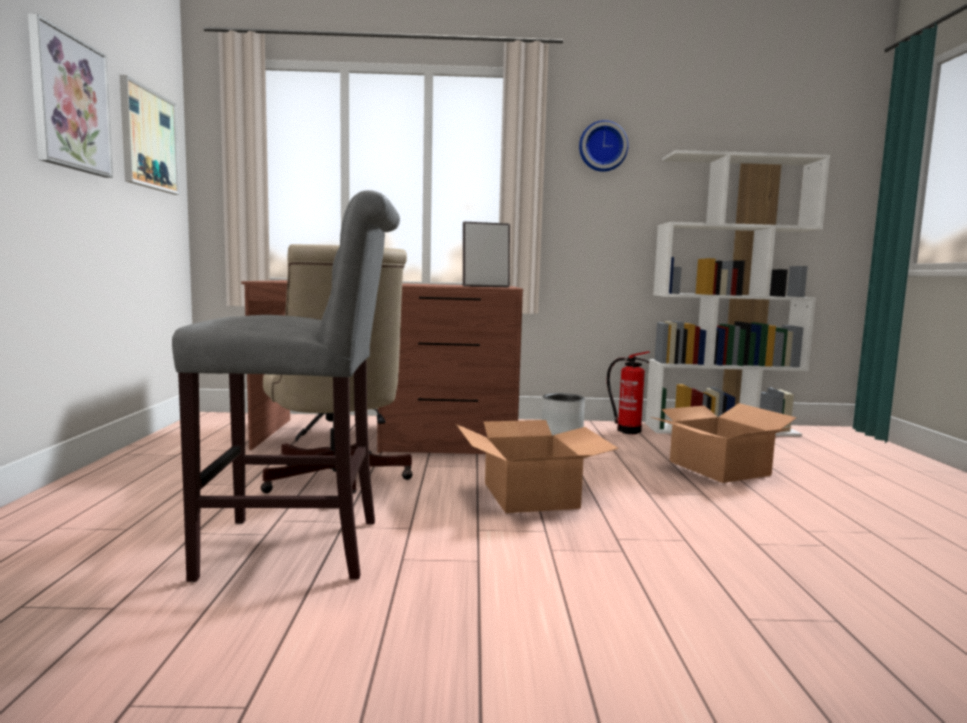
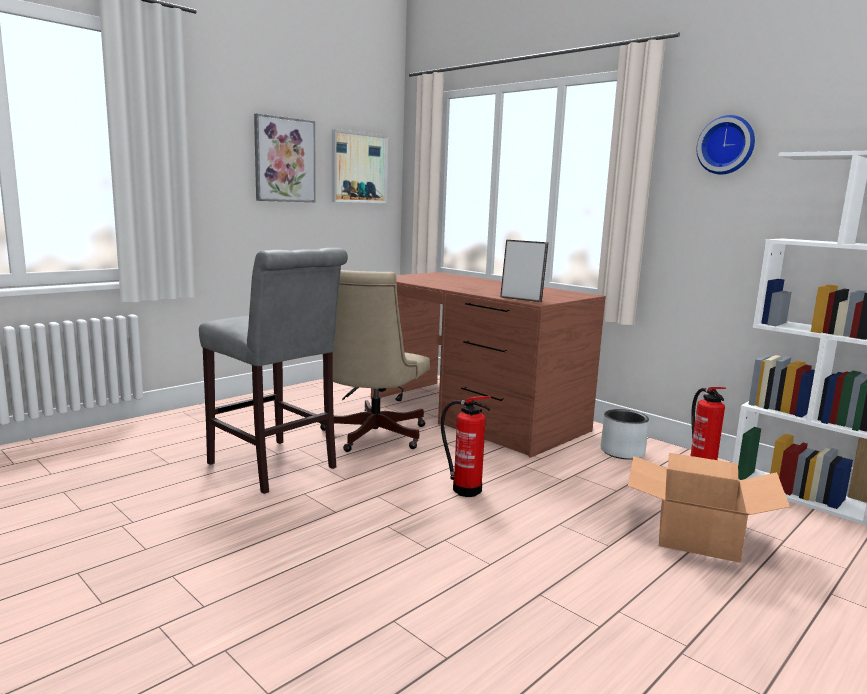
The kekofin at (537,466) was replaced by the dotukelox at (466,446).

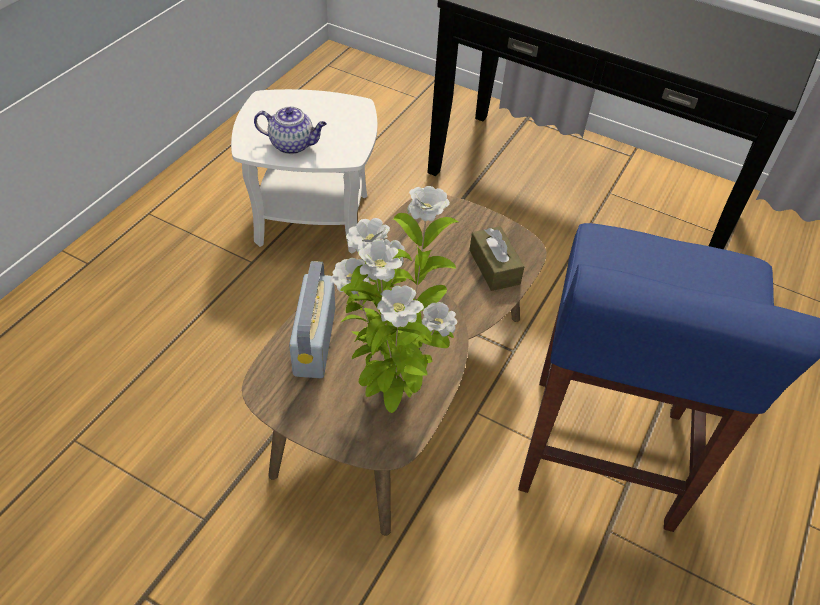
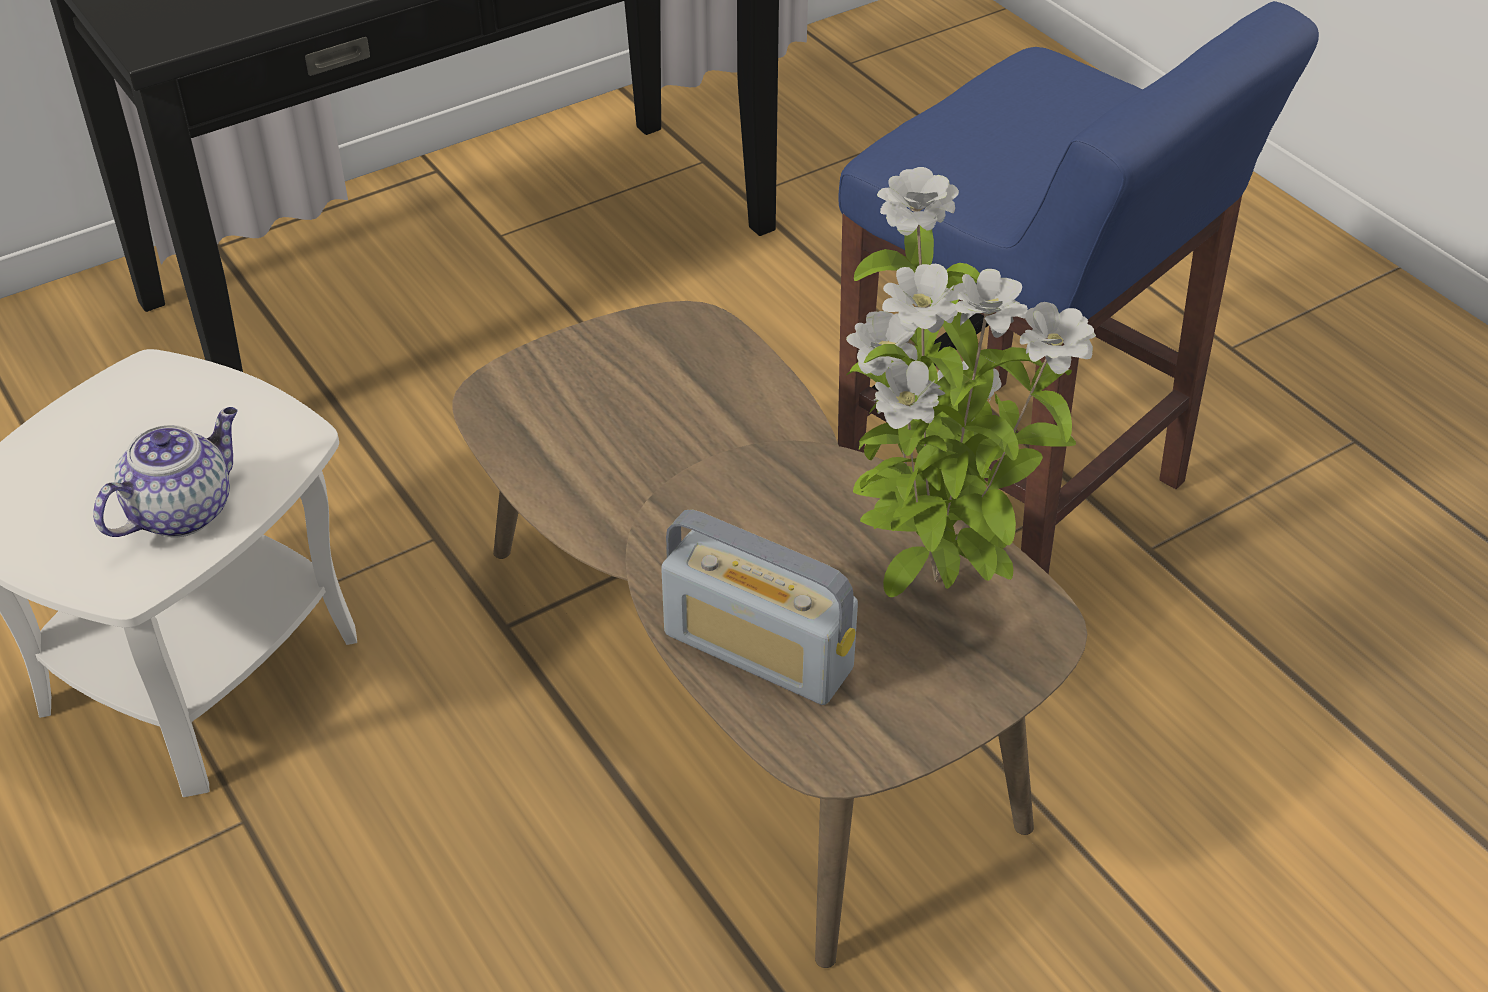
The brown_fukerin at (497,258) disappeared.

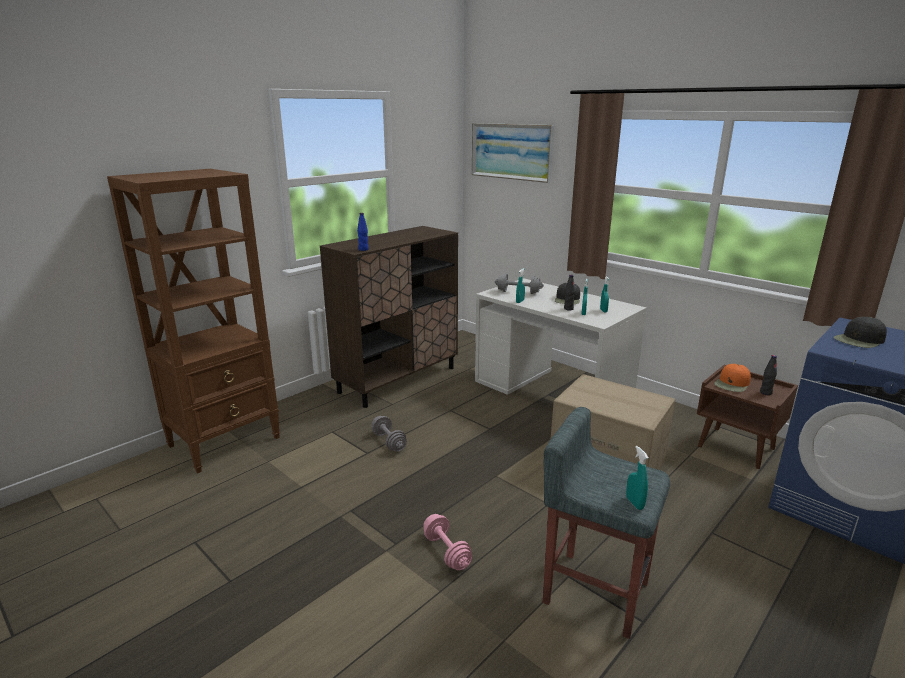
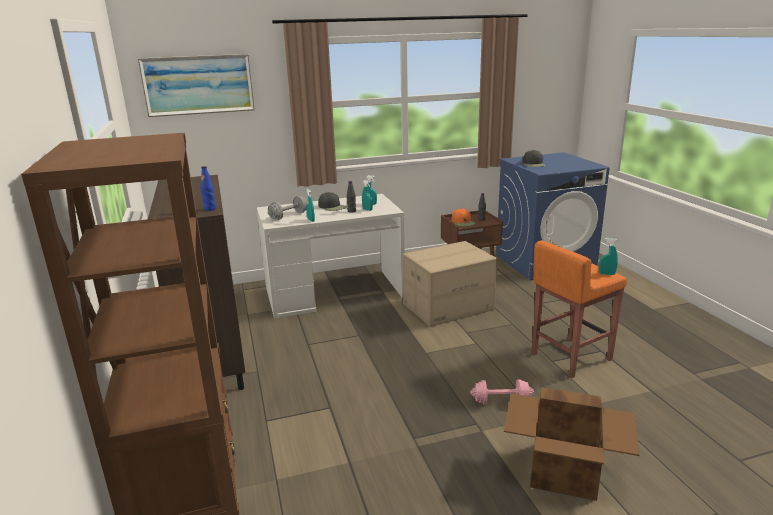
The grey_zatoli at (389,434) disappeared.
The kekofin at (572,444) appeared.
The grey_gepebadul at (606,523) became the orange_gepebadul at (579,309).

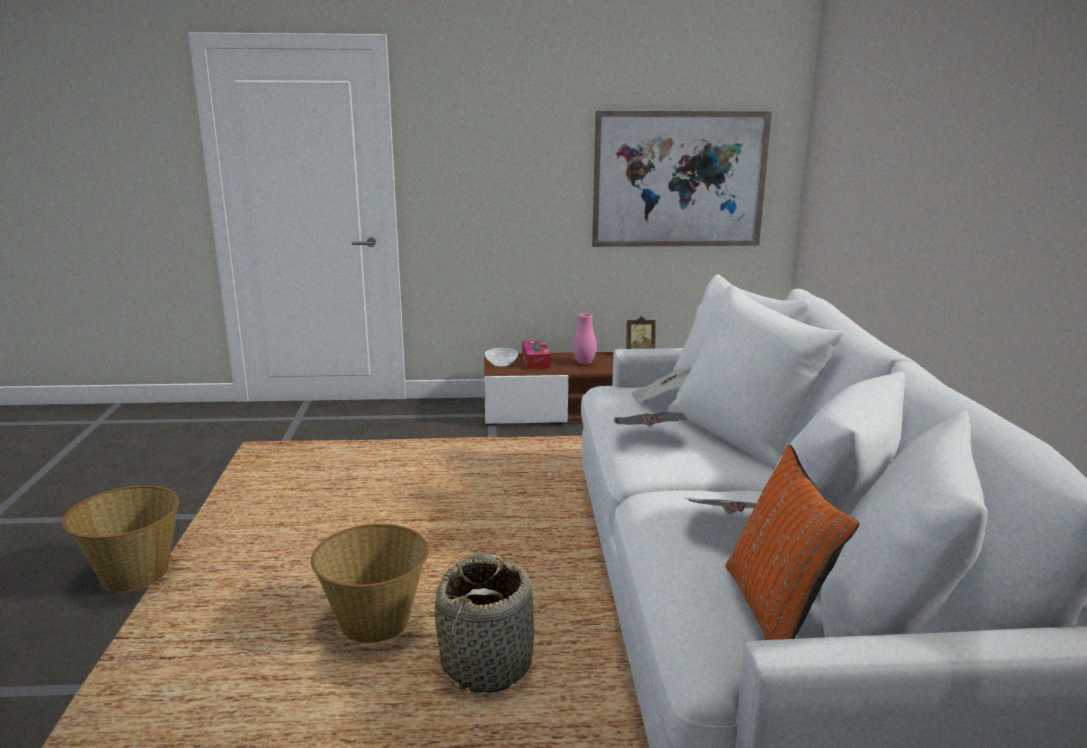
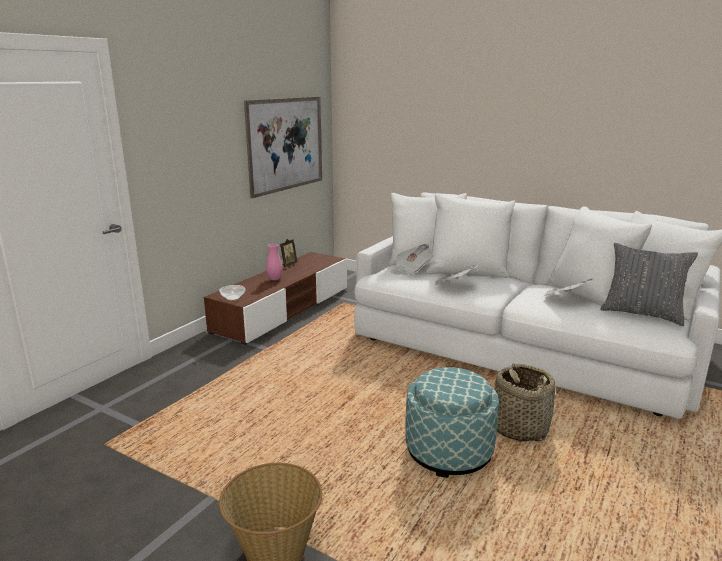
The fukerin at (536,355) disappeared.
The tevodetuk at (370,583) was replaced by the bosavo at (452,422).
The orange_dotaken at (792,542) became the grey_dotaken at (649,284).

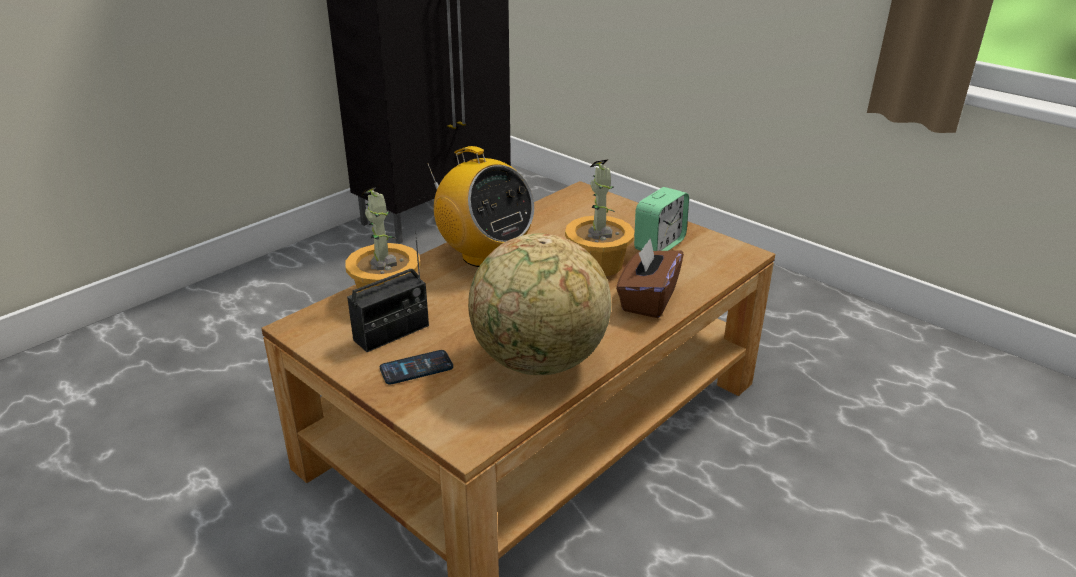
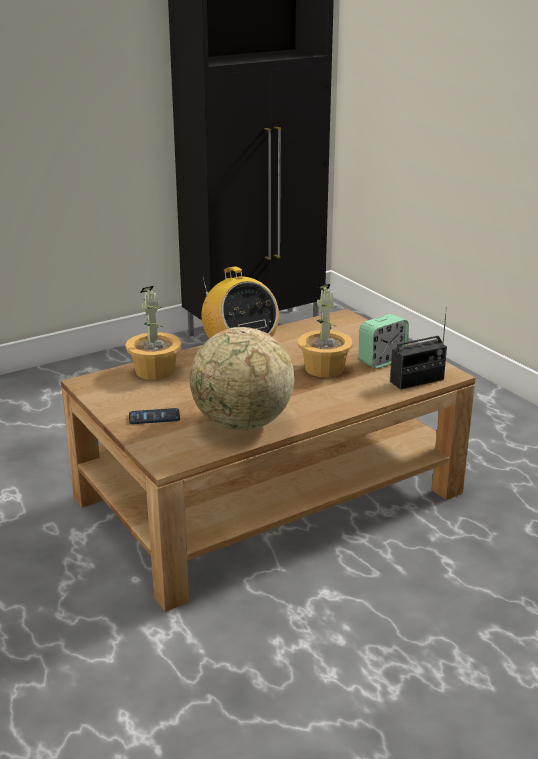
The brown_fukerin at (650,278) disappeared.
The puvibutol moved from (388,291) to (418,348).

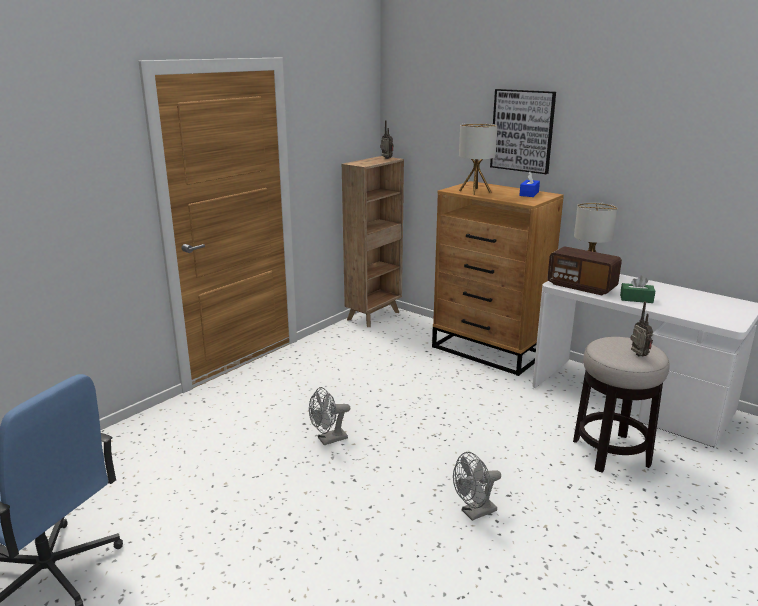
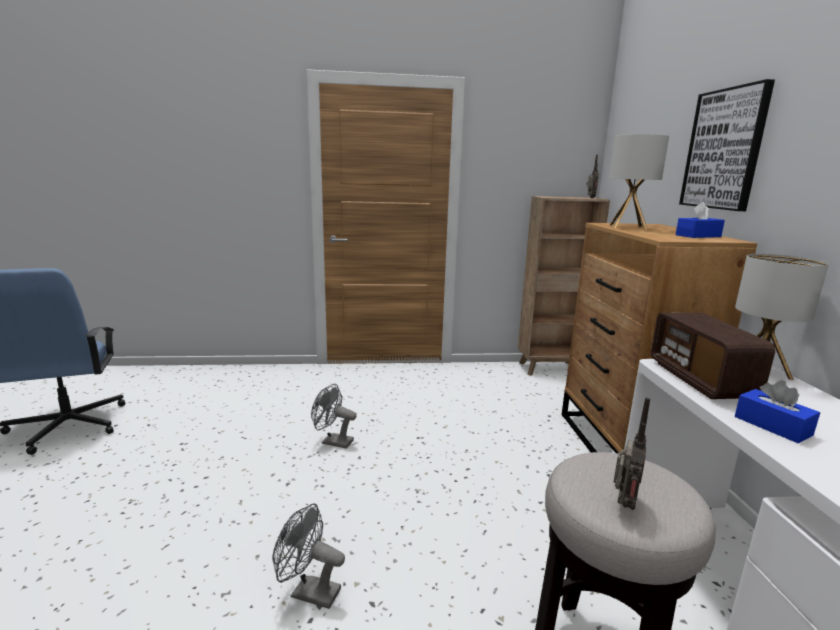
The green_fukerin at (637,289) became the blue_fukerin at (777,411).

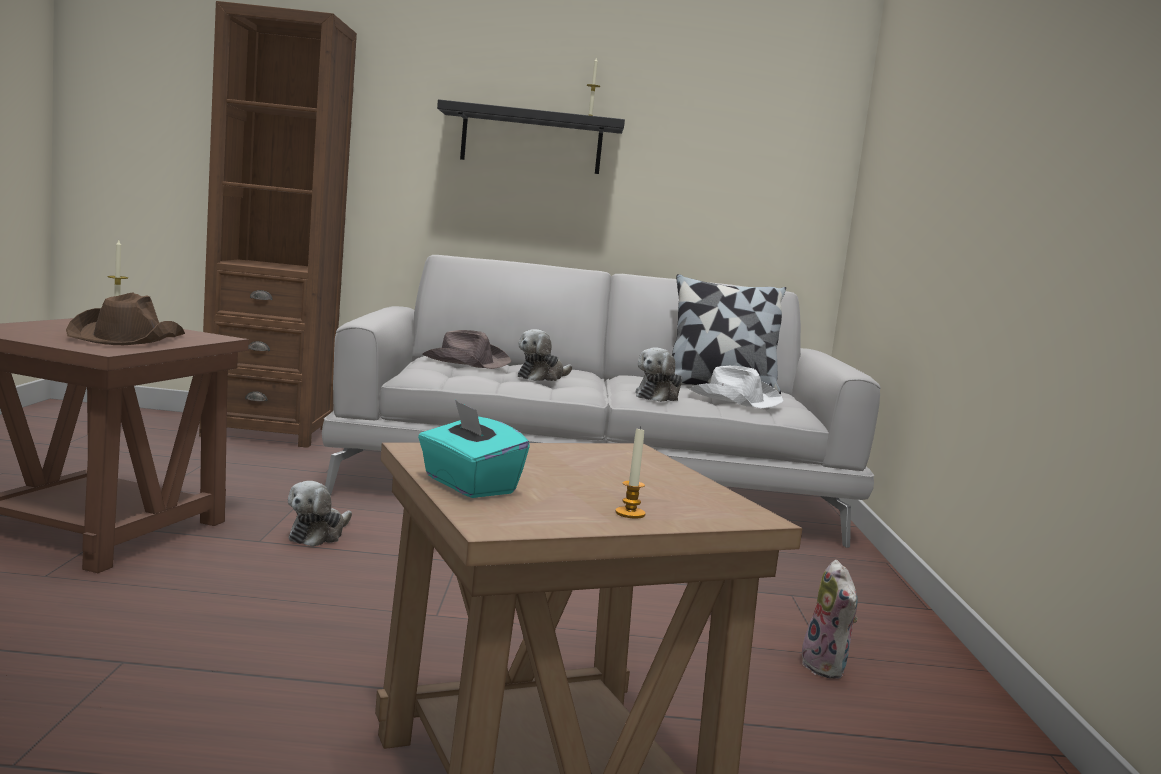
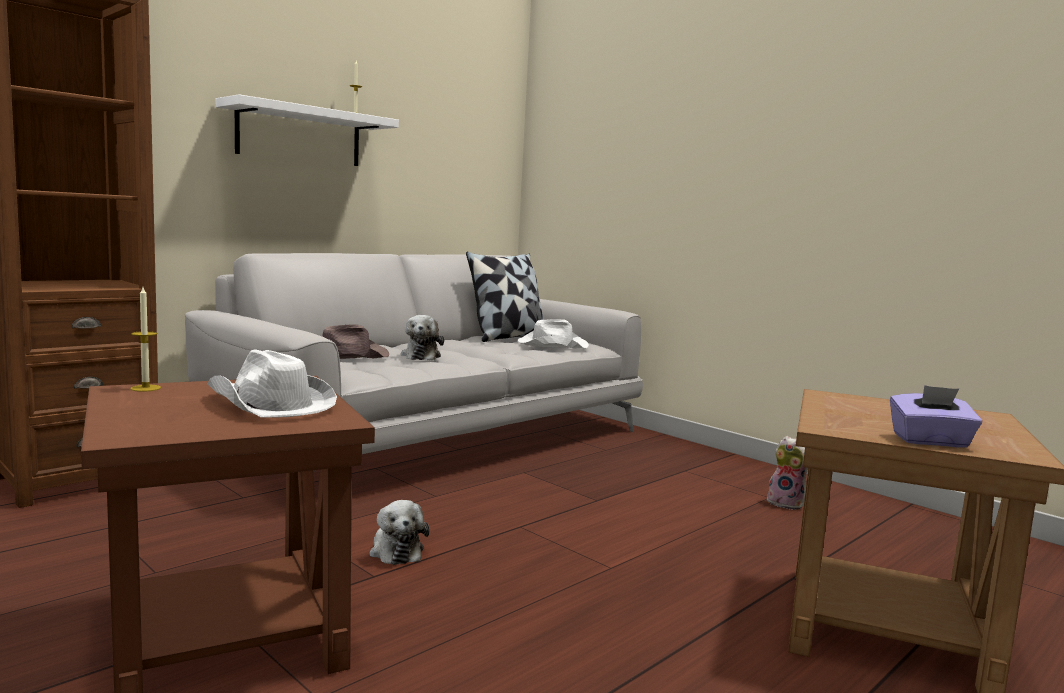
The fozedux at (630,472) disappeared.
The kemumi at (658,374) disappeared.
The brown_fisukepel at (125,318) became the white_fisukepel at (272,383).
The turquoise_fukerin at (474,449) became the purple_fukerin at (936,416).
The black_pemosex at (531,136) became the white_pemosex at (307,130).

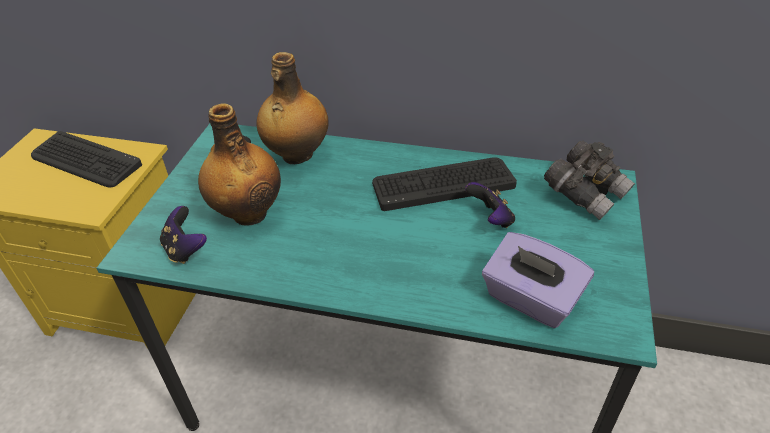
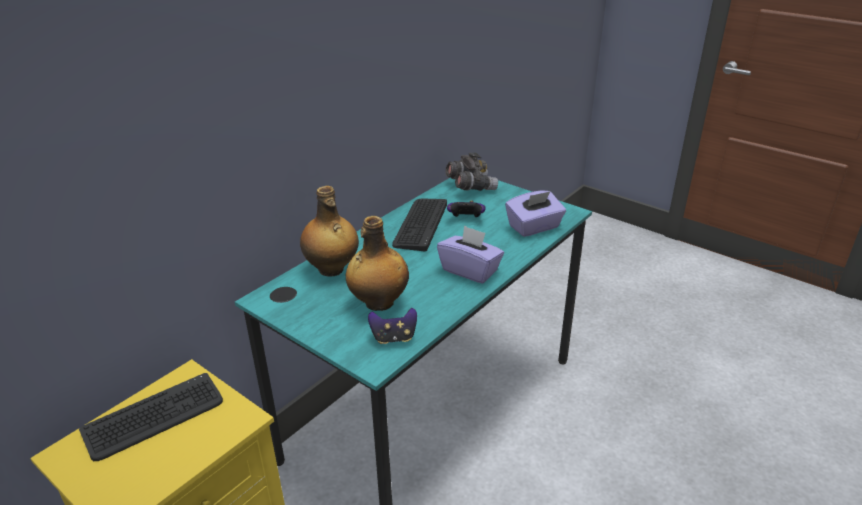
The purple_fukerin at (470,254) appeared.

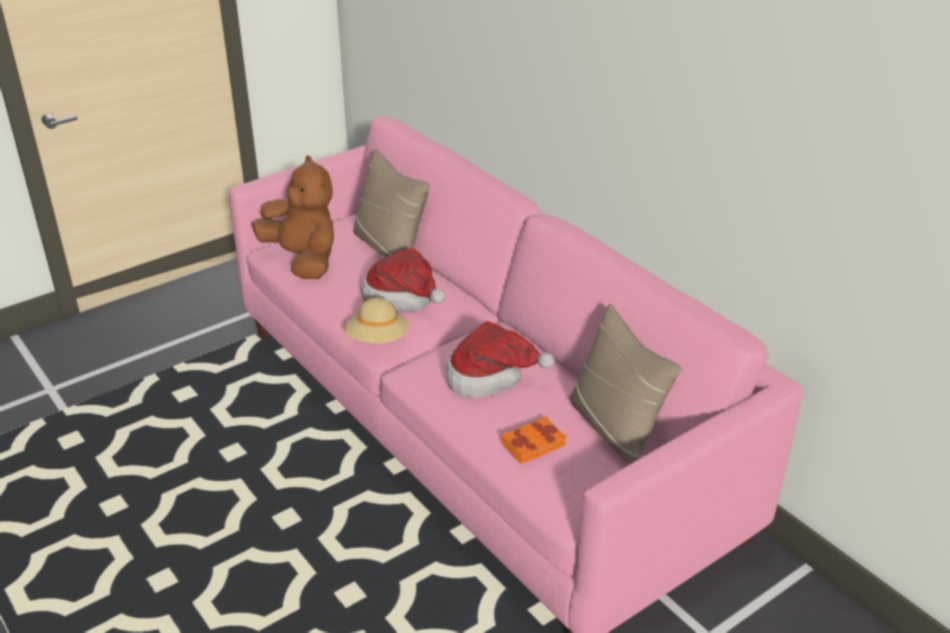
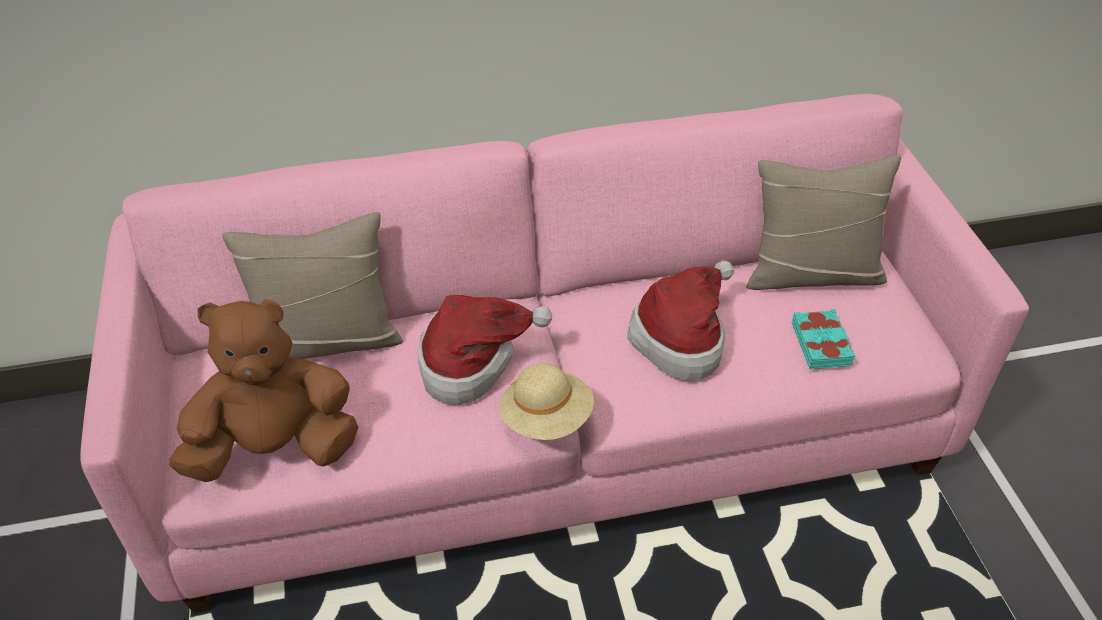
The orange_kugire at (534,440) became the turquoise_kugire at (823,339).

